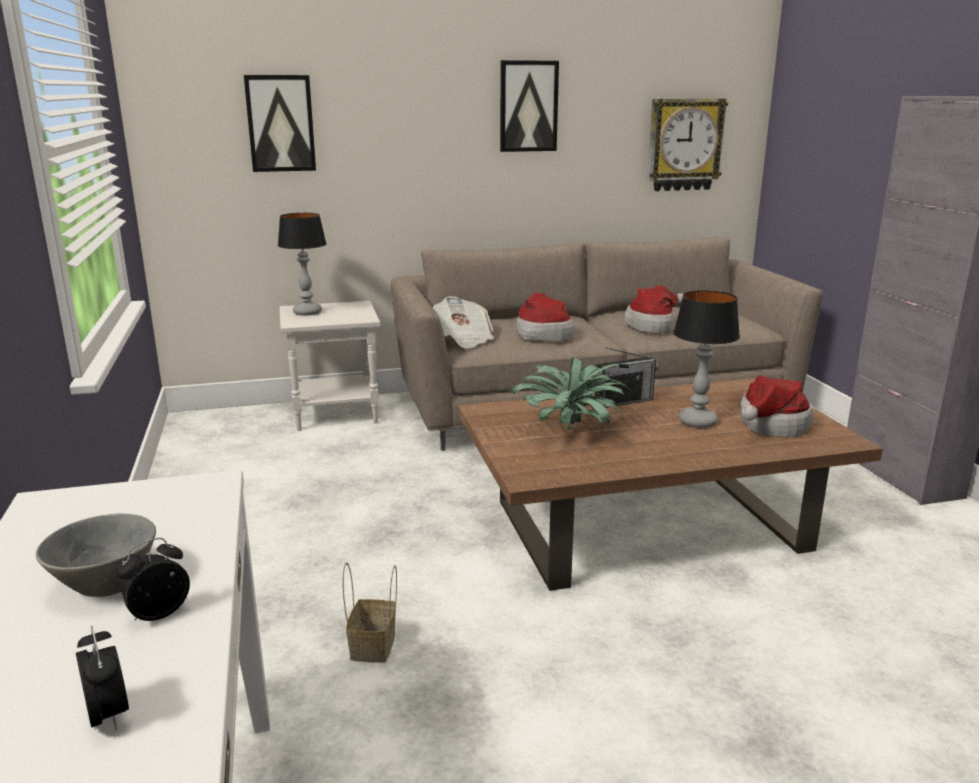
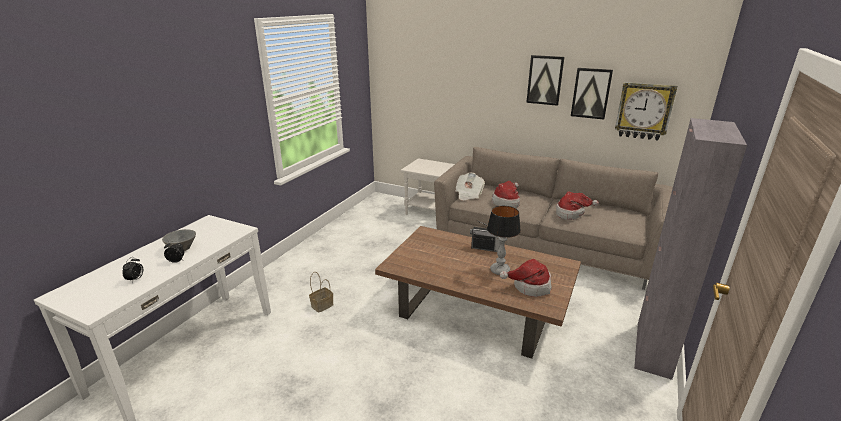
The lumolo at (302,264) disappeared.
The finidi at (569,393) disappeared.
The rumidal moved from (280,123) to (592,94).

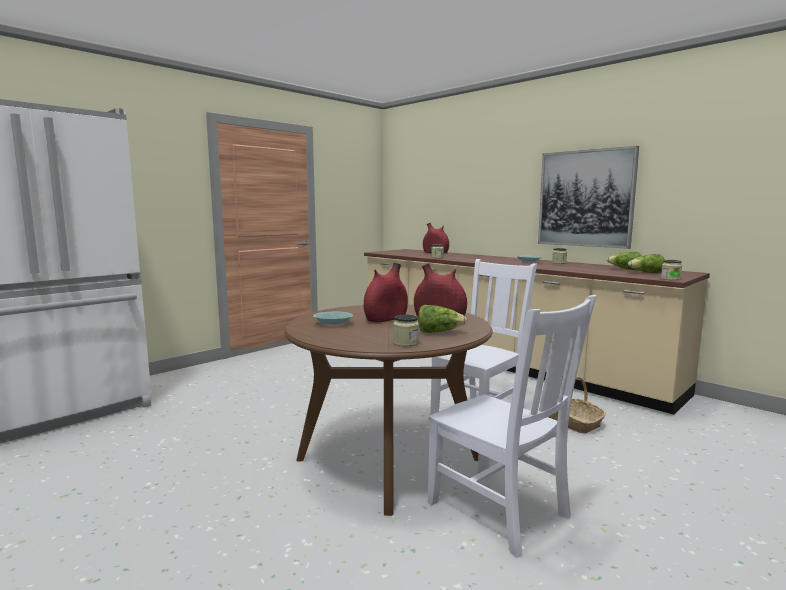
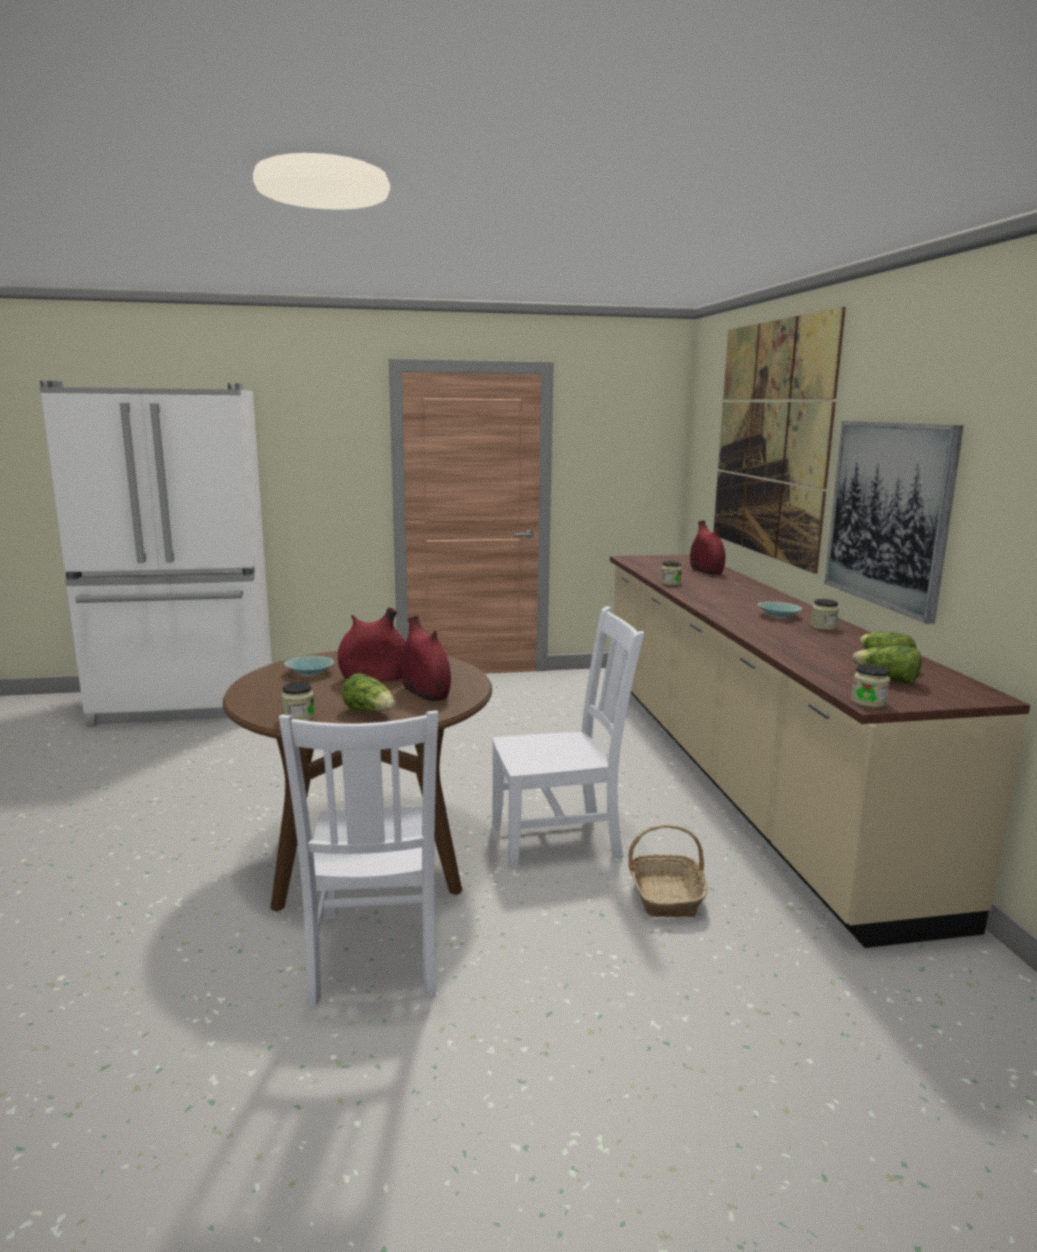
The rumidal at (780,440) appeared.

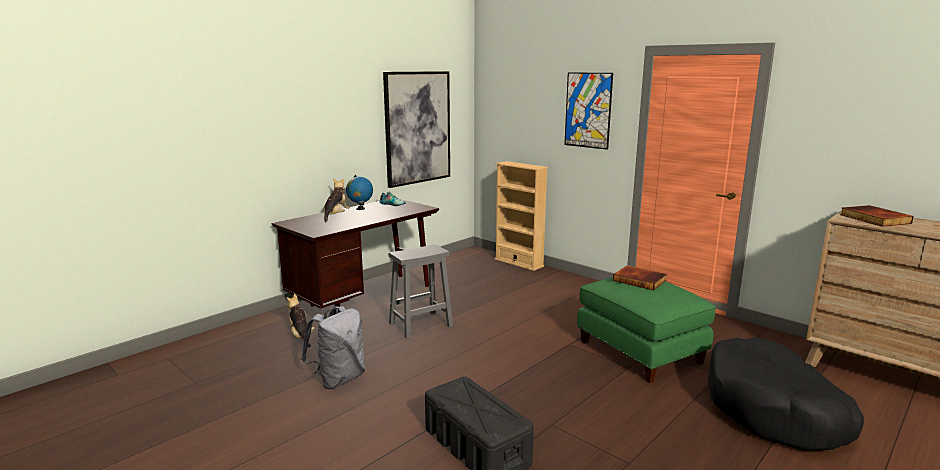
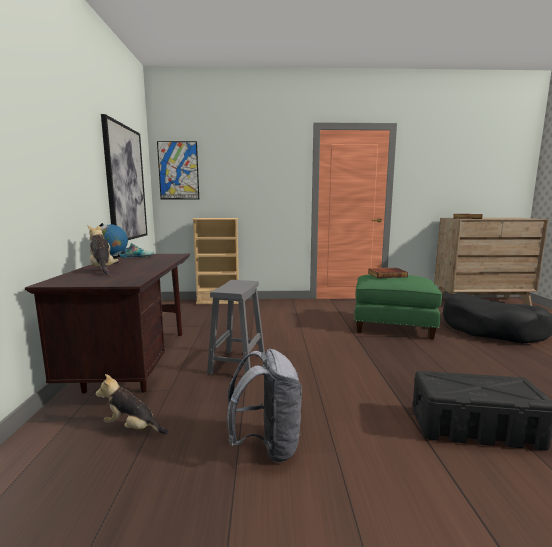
The rumidal moved from (588,111) to (178,170).

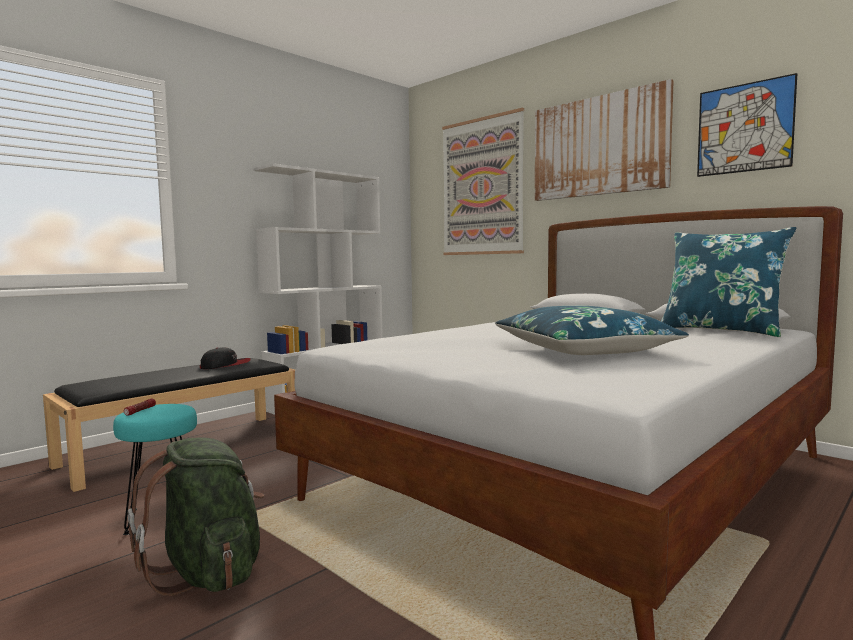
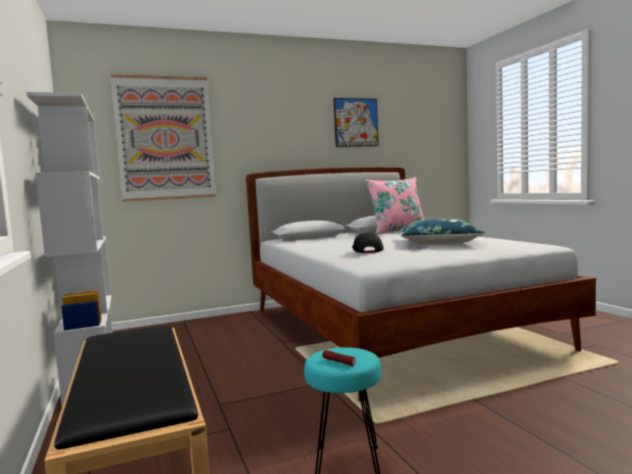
The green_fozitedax at (196,516) disappeared.
The rumidal at (604,140) disappeared.
The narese moved from (225,358) to (367,243).
The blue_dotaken at (728,282) became the pink_dotaken at (395,206).

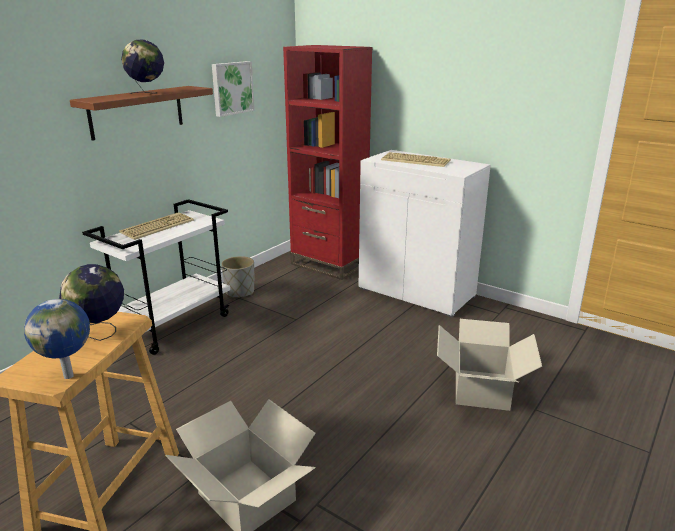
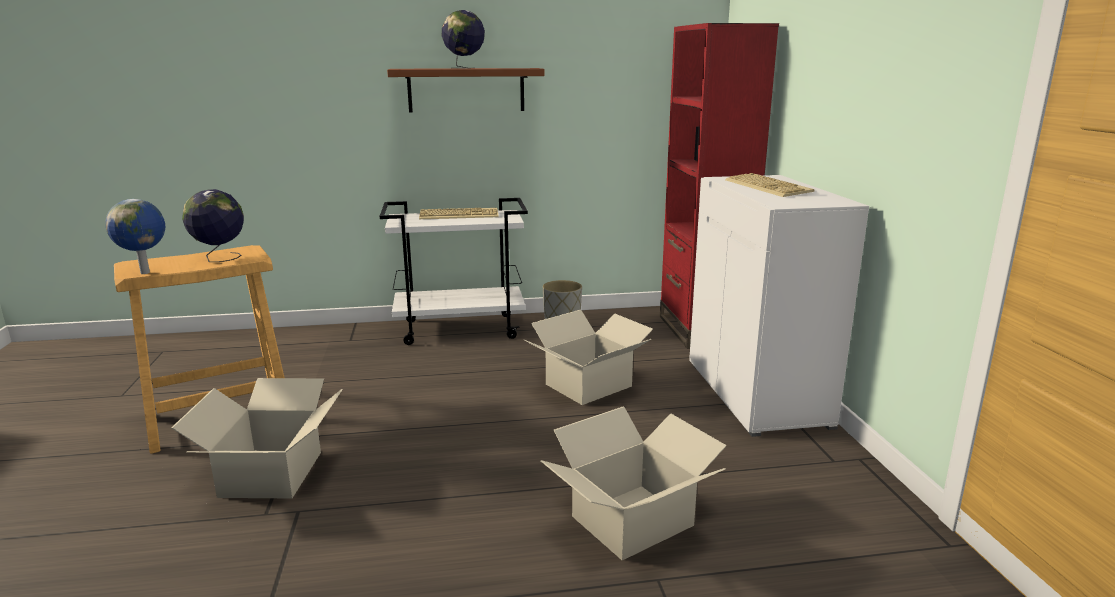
The rumidal at (233,89) disappeared.
The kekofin at (588,357) appeared.

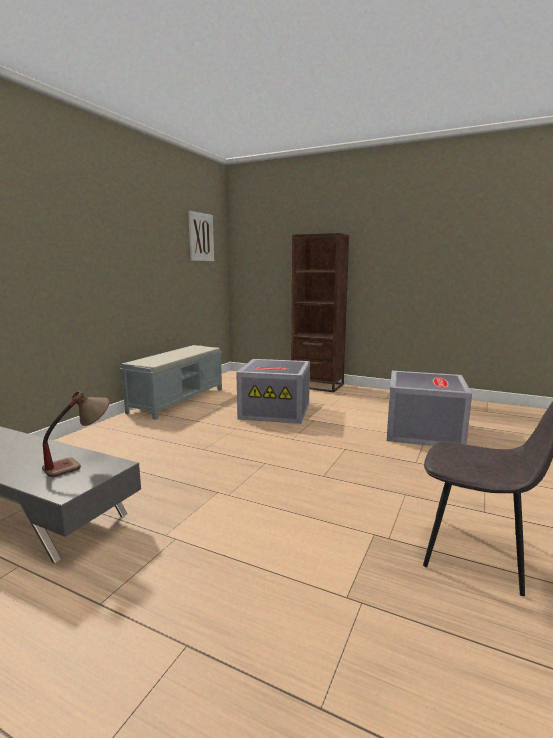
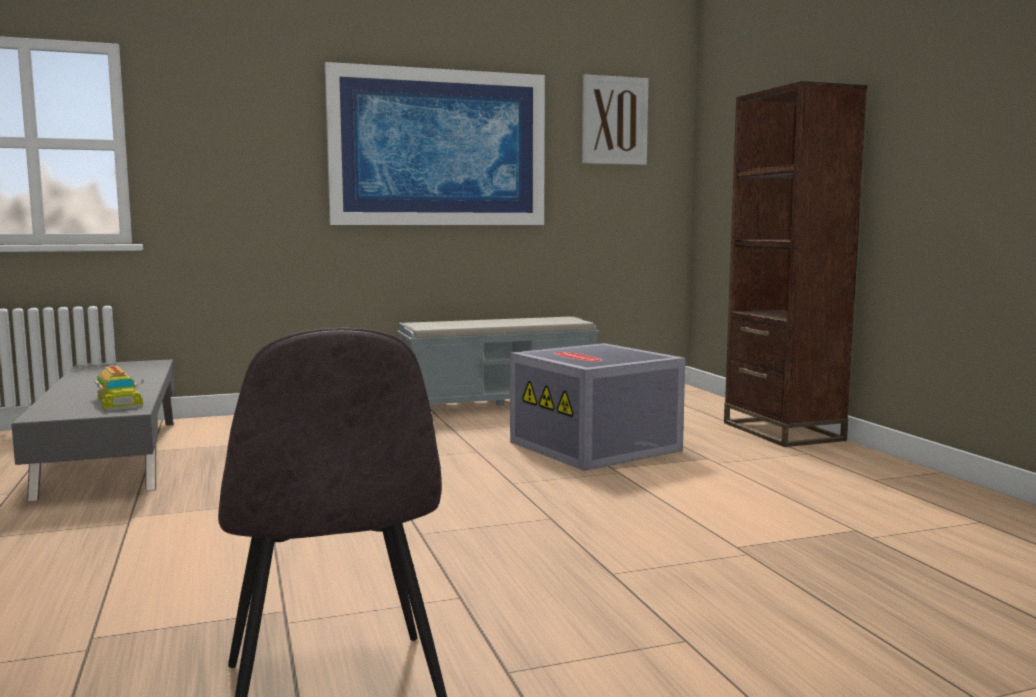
The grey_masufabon at (429,408) disappeared.
The rumidal at (435,143) appeared.
The lumolo at (75,434) was replaced by the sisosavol at (119,388).

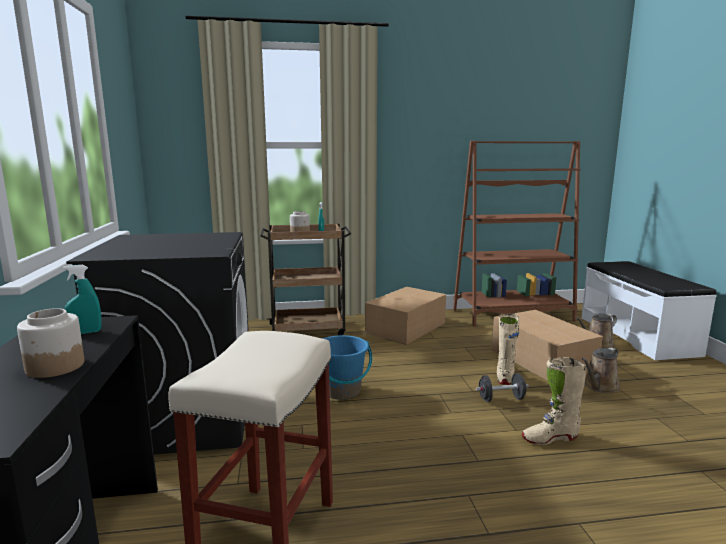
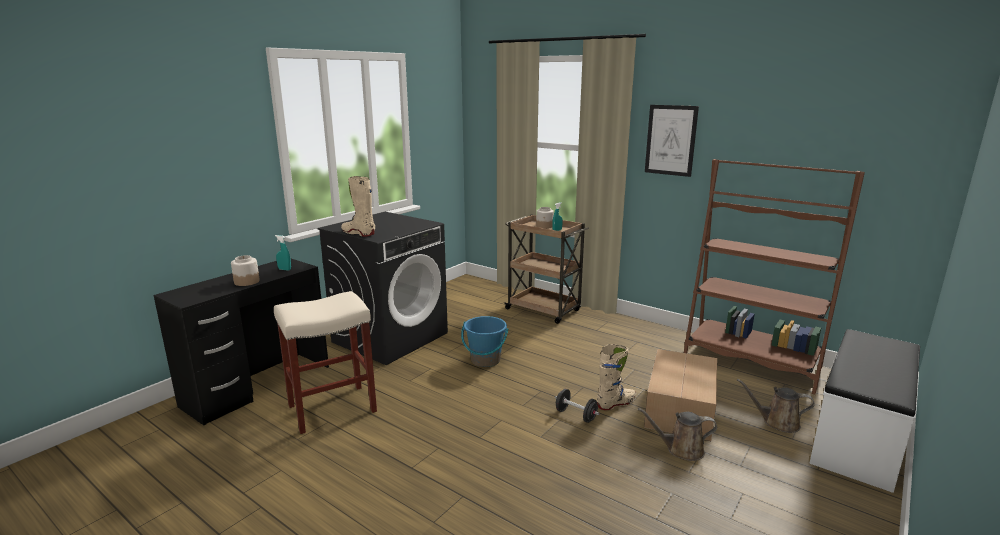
The kekofin at (405,316) disappeared.
The rumidal at (672,141) appeared.
The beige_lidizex moved from (553,401) to (358,206).

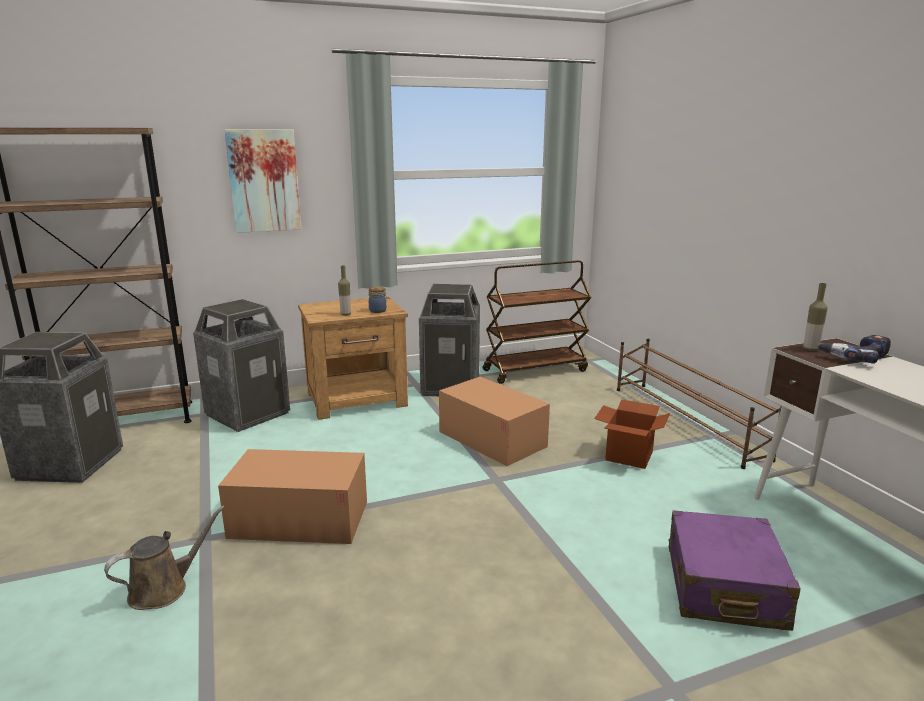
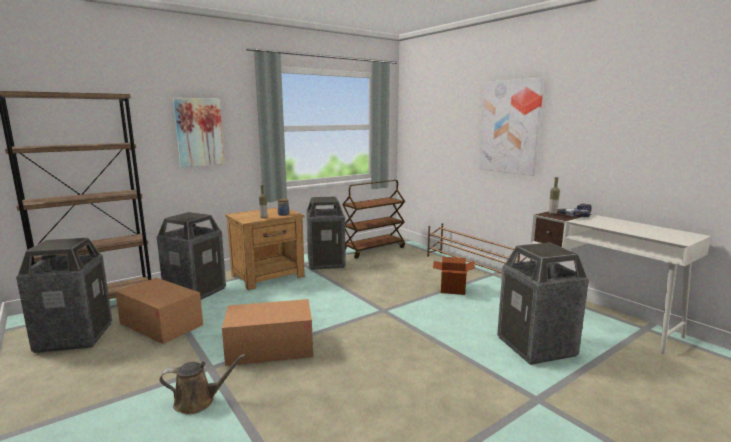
The rumidal at (511,127) appeared.
The kekofin moved from (494,421) to (159,311).
The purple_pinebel at (734,570) was replaced by the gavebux at (543,303).
The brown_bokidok at (164,558) turned 45 degrees clockwise.

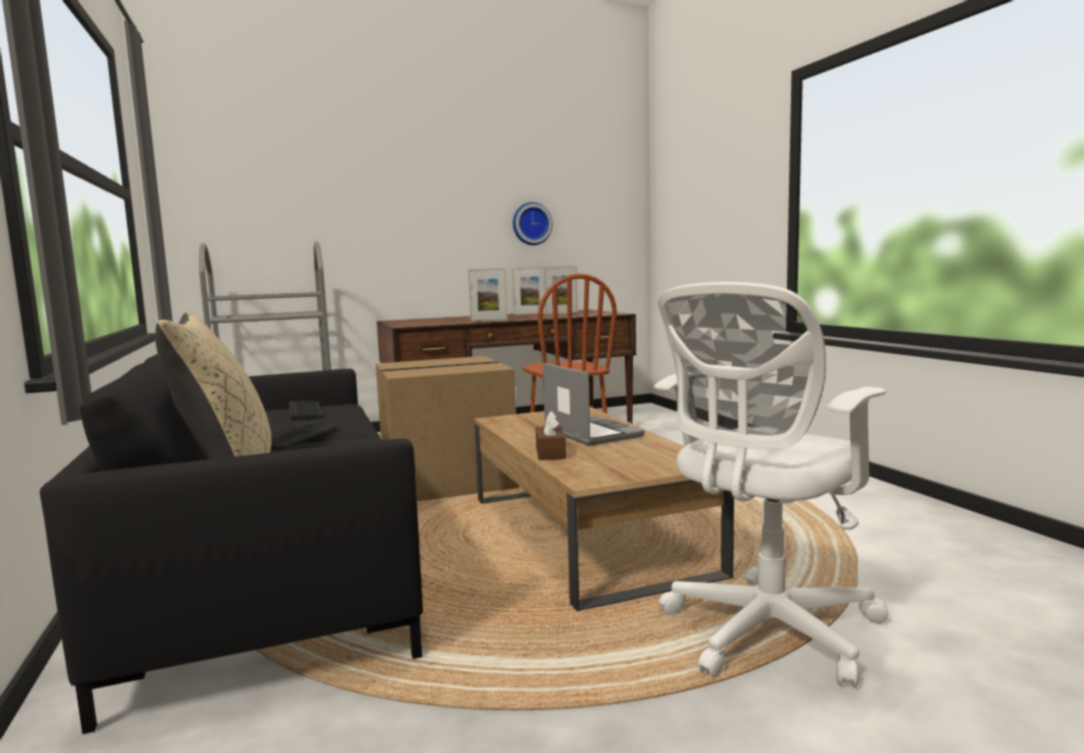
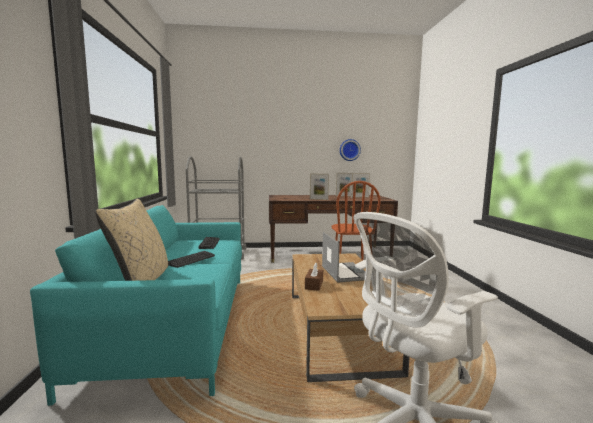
The kekofin at (447,428) disappeared.
The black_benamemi at (231,544) became the turquoise_benamemi at (136,305).

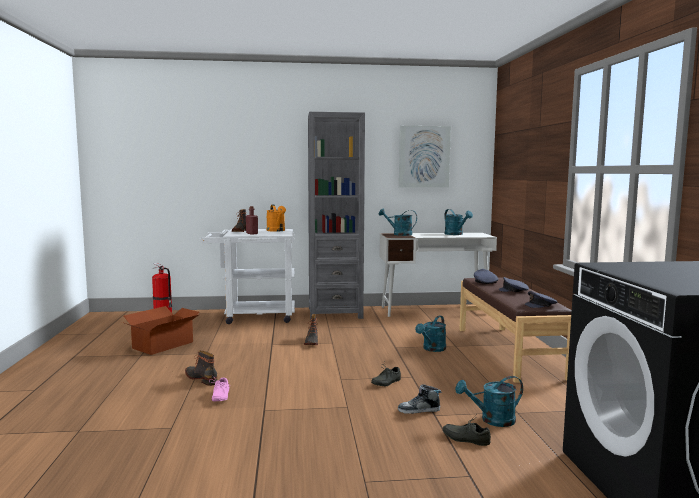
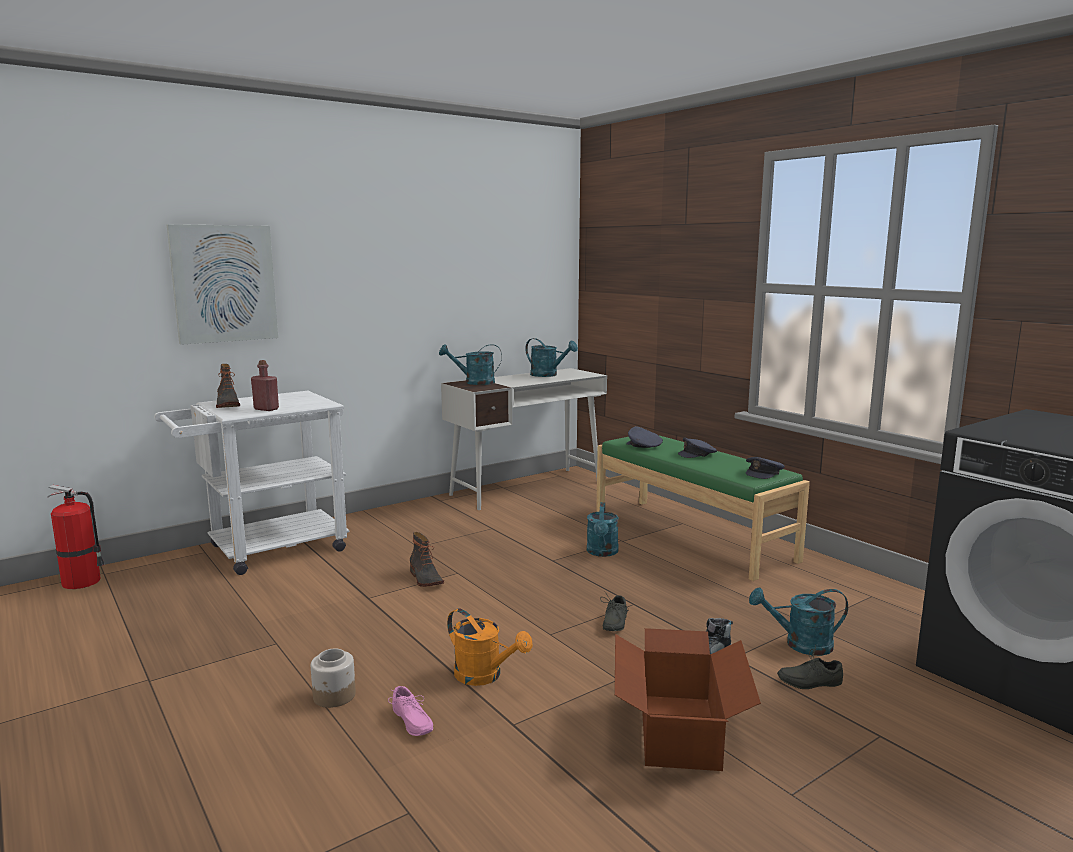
The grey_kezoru at (336,216) disappeared.
The kekofin moved from (161,330) to (688,699).
The orange_bokidok moved from (276,218) to (490,647).
The rumidal moved from (425,157) to (222,284).
The lidizex at (201,368) was replaced by the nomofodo at (333,678).
The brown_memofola at (515,330) became the green_memofola at (703,508).
The turquoise_bokidok at (489,401) turned 45 degrees clockwise.

